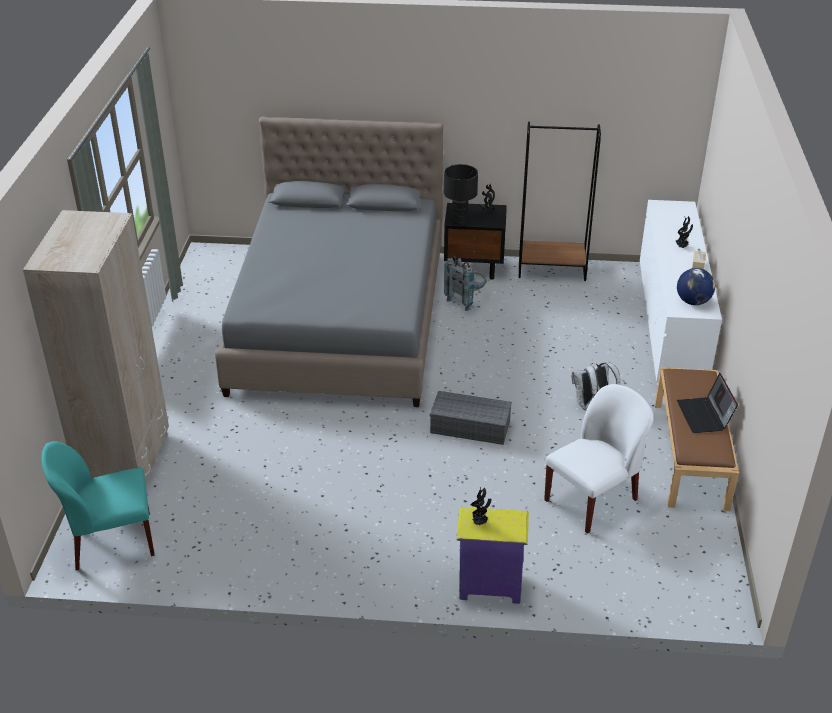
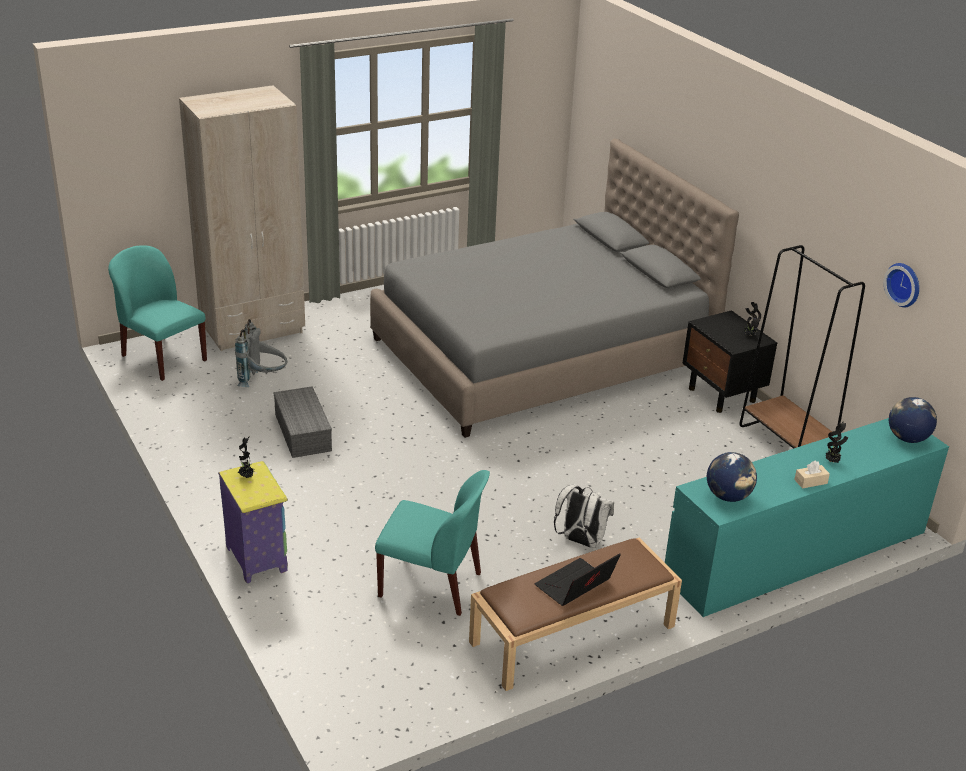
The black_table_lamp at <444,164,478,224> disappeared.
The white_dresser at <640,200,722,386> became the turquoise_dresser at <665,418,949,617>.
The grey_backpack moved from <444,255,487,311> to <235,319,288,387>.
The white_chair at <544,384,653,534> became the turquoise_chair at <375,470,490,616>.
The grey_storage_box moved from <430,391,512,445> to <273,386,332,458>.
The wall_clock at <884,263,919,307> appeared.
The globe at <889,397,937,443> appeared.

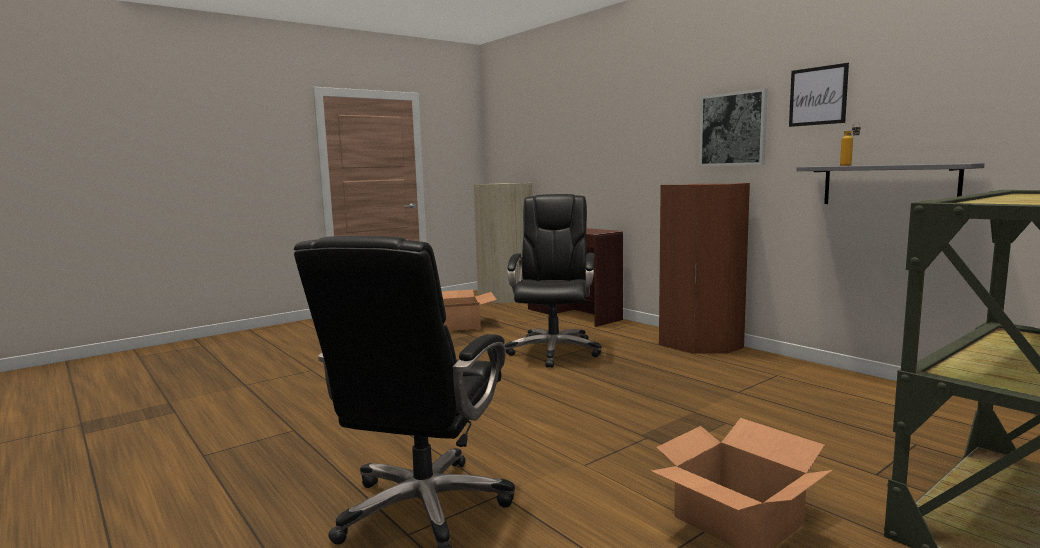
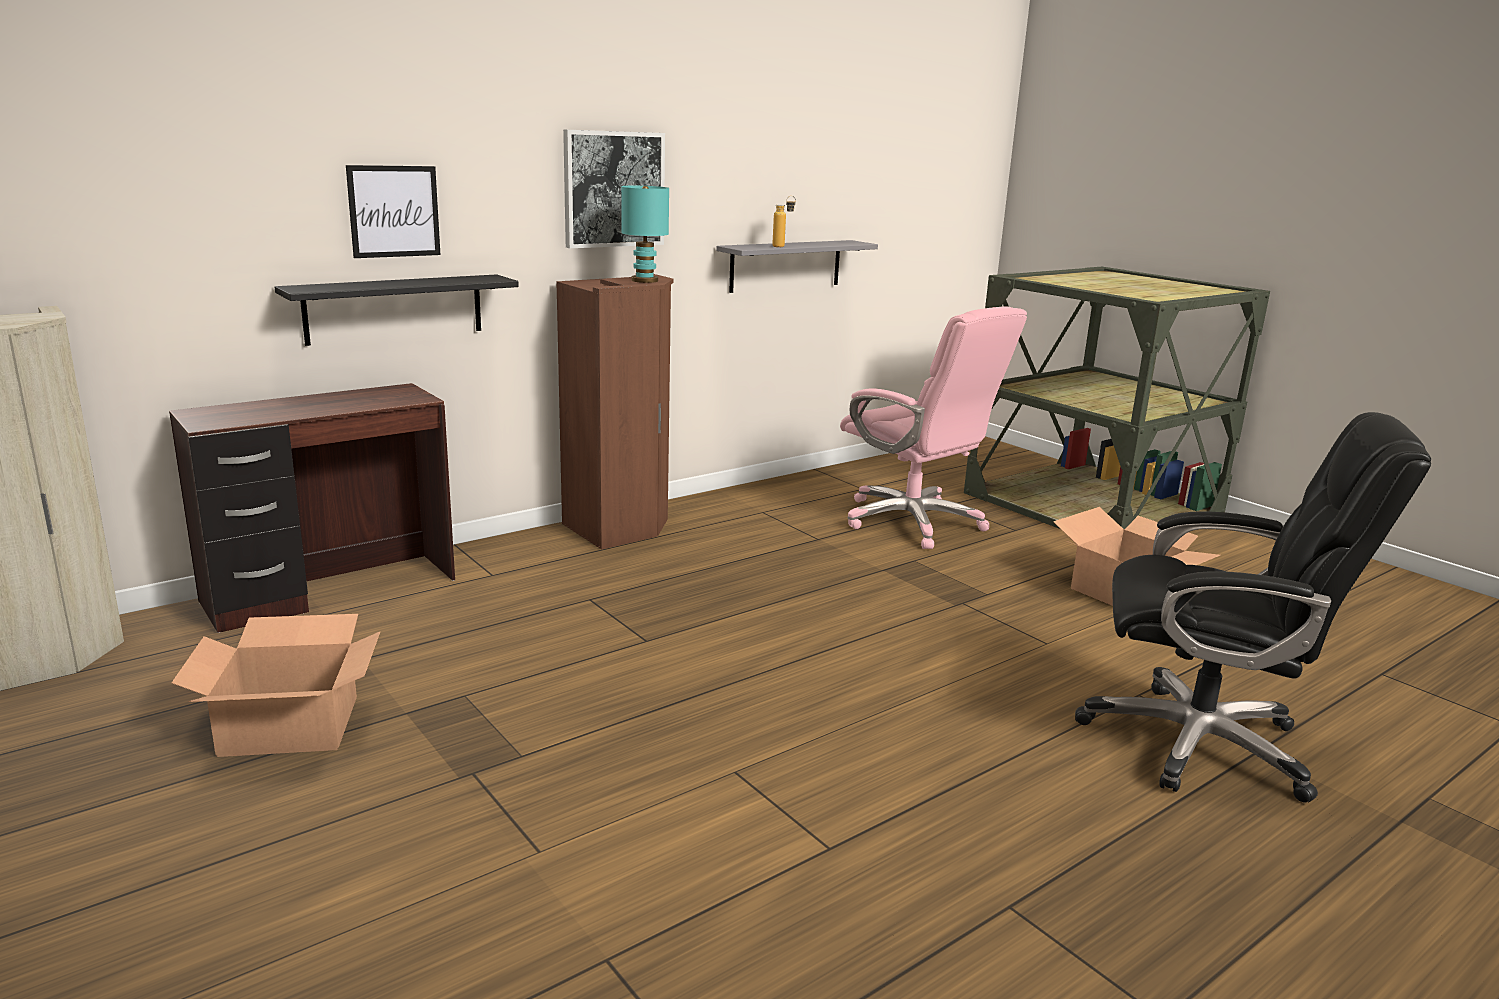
The picture moved from <789,63,849,127> to <346,165,440,258>.
The black_office_chair at <505,194,602,368> disappeared.
The turquoise_table_lamp at <621,186,669,283> appeared.
The black_shelf at <275,274,519,346> appeared.
The pink_office_chair at <840,307,1027,549> appeared.

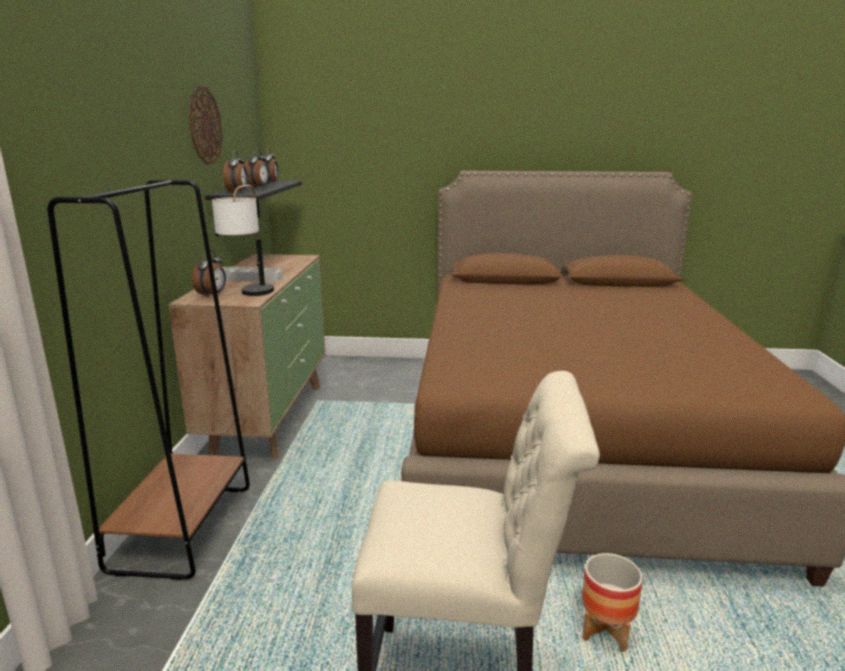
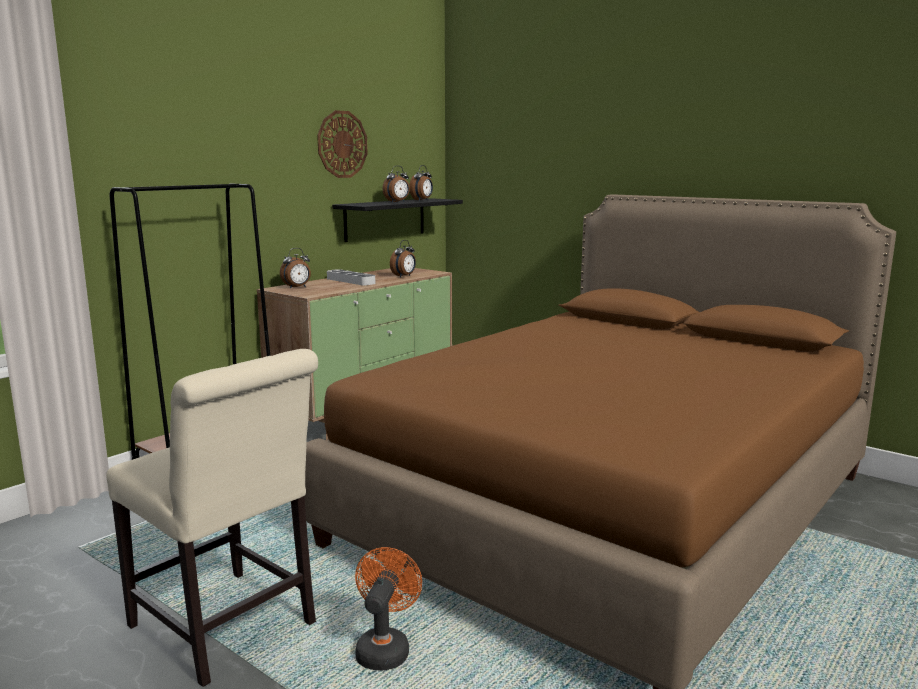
The alarm_clock moved from <223,150,248,192> to <390,240,416,277>.
The table_lamp at <212,185,274,296> disappeared.
The planter at <582,553,643,652> was replaced by the orange_fan at <355,547,422,670>.

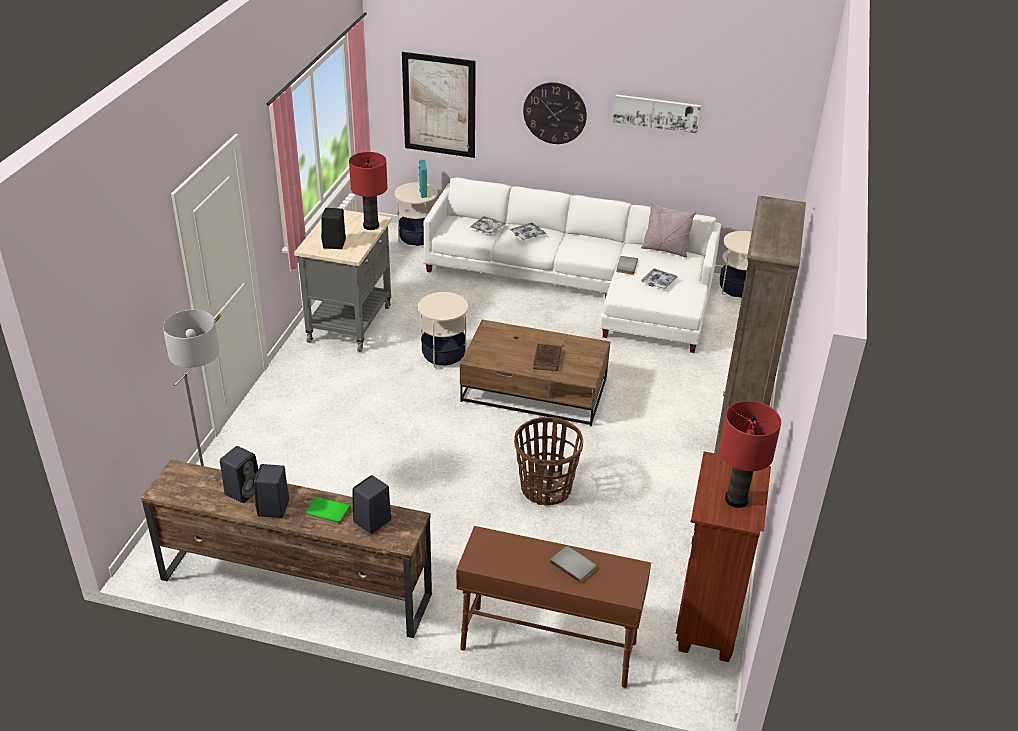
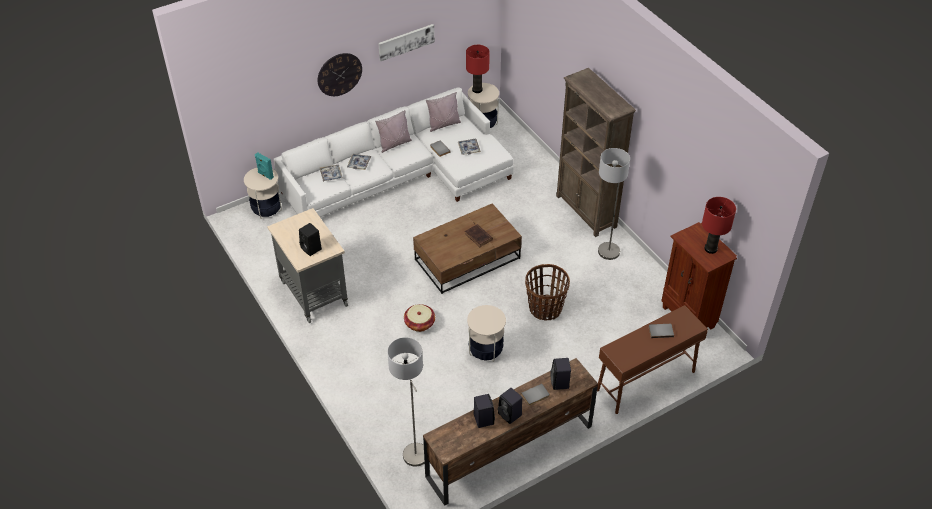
The picture at <402,52,476,158> disappeared.
The red_table_lamp moved from <349,152,388,230> to <466,45,490,93>.
The beige_side_table moved from <418,292,468,368> to <467,305,506,362>.
The green_book at <305,497,351,525> became the grey_book at <521,383,550,406>.
The purple_pillow at <375,110,412,153> appeared.
The grey_floor_lamp at <598,148,630,260> appeared.
The basket at <404,304,435,332> appeared.

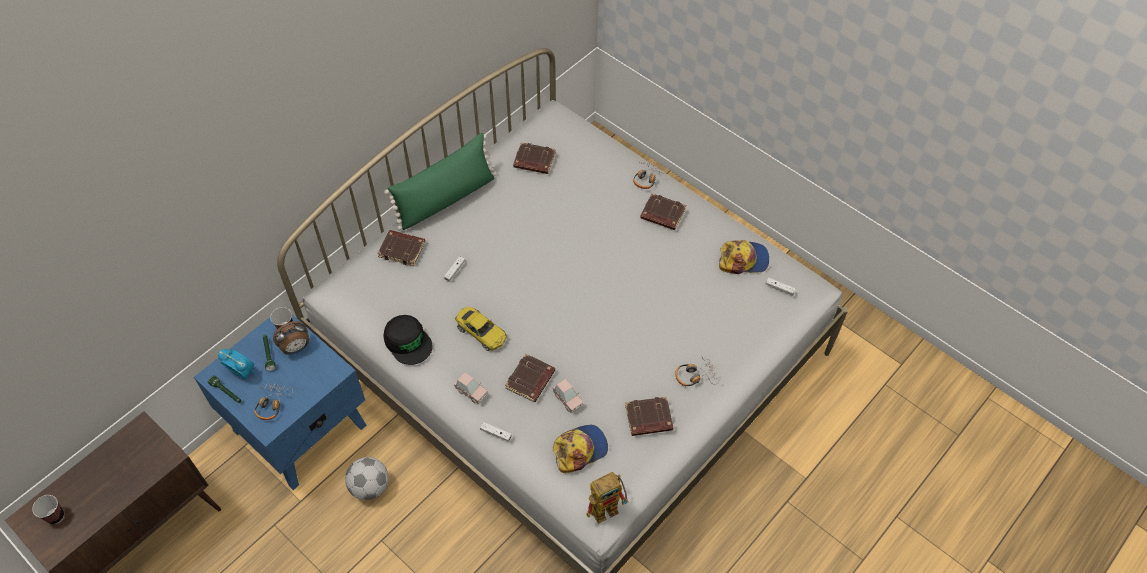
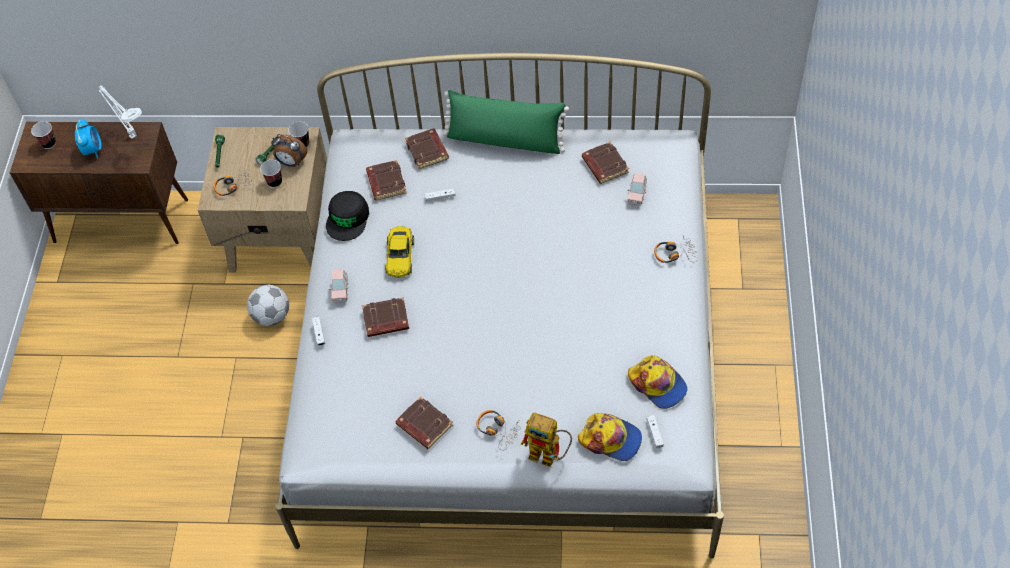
The brown_book moved from <640,193,686,230> to <366,160,407,200>.
The blue_nightstand at <194,315,366,490> became the beige_nightstand at <198,127,327,273>.
The alarm_clock moved from <218,349,256,379> to <75,119,102,159>.
The pink_toy_car moved from <553,379,583,413> to <627,173,647,206>.
The cap moved from <553,425,608,473> to <578,413,642,461>.
The toy_robot moved from <587,472,629,524> to <521,412,572,467>.
The white_table_lamp at <99,86,142,139> appeared.
The cup at <260,160,282,188> appeared.

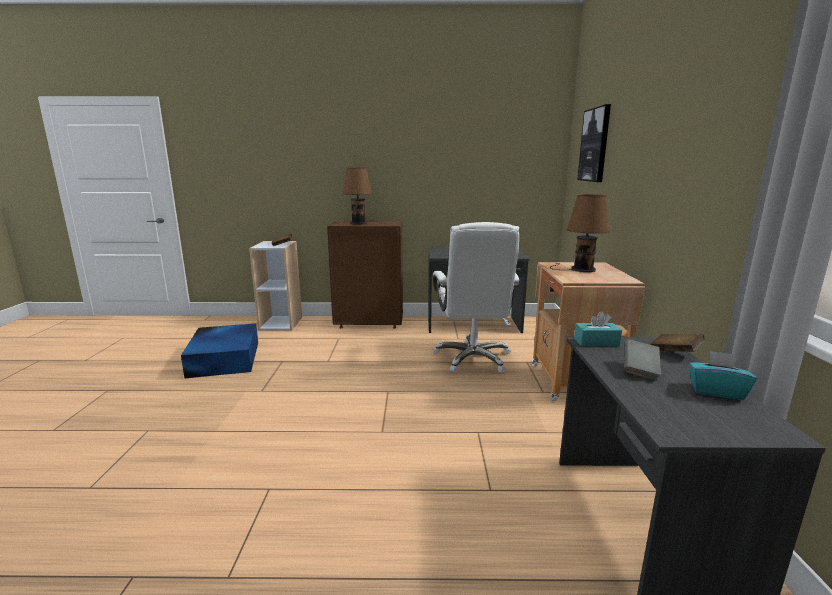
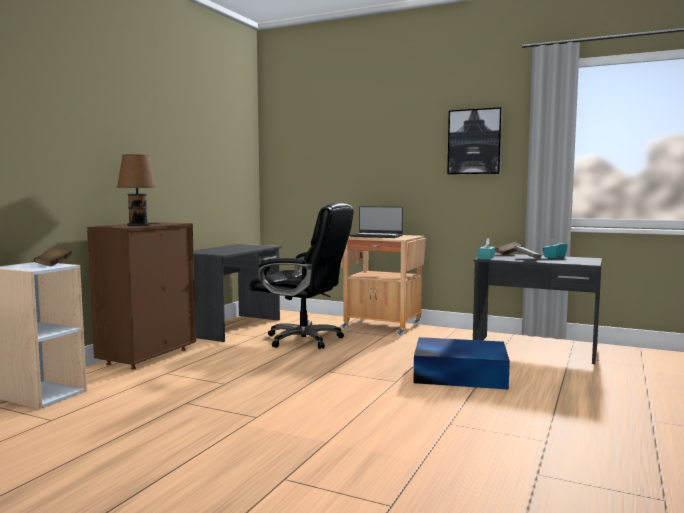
The picture moved from <577,104,611,182> to <447,107,502,174>.
The brown_table_lamp at <550,194,610,272> was replaced by the laptop at <350,206,403,238>.
The white_office_chair at <433,222,519,373> became the black_office_chair at <250,203,353,349>.
The blue_storage_box moved from <181,323,258,378> to <413,337,510,390>.

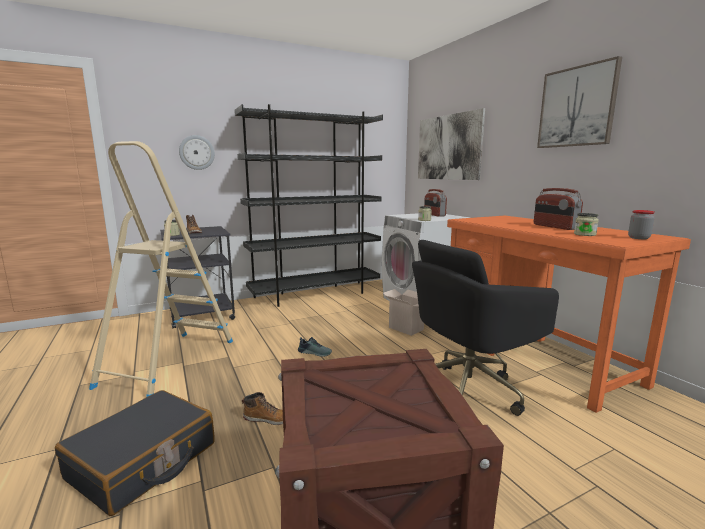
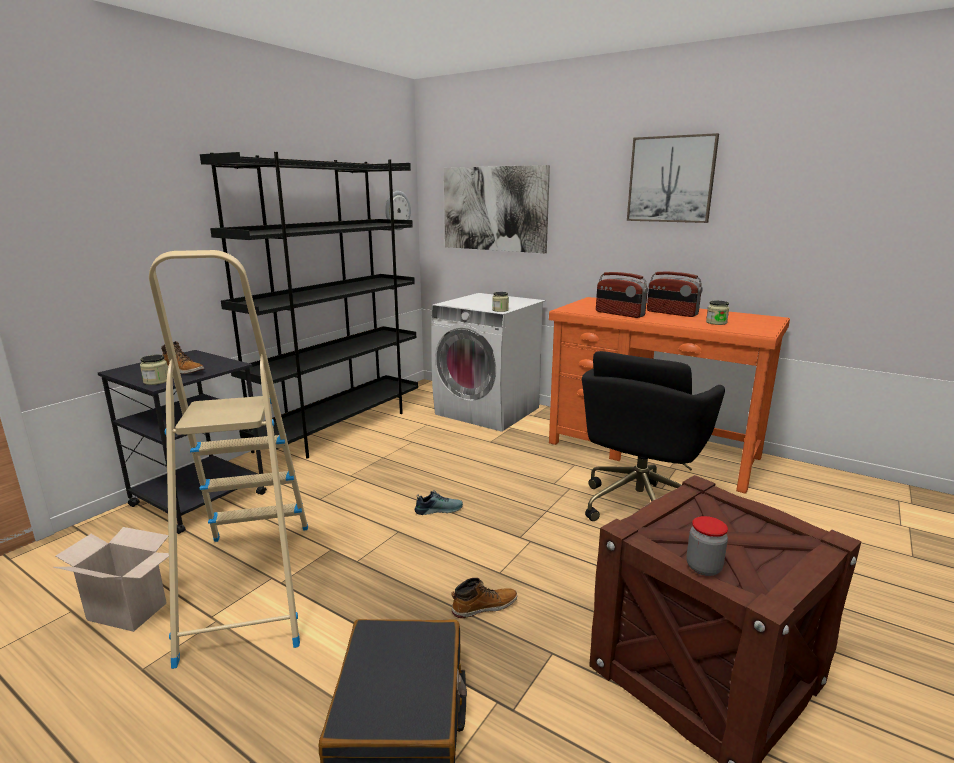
The wall_clock moved from <179,135,215,170> to <385,191,411,230>.
The radio moved from <424,189,447,217> to <596,272,648,318>.
The jar moved from <628,210,655,239> to <686,516,728,576>.
The cardboard_box moved from <383,289,424,336> to <53,527,169,632>.

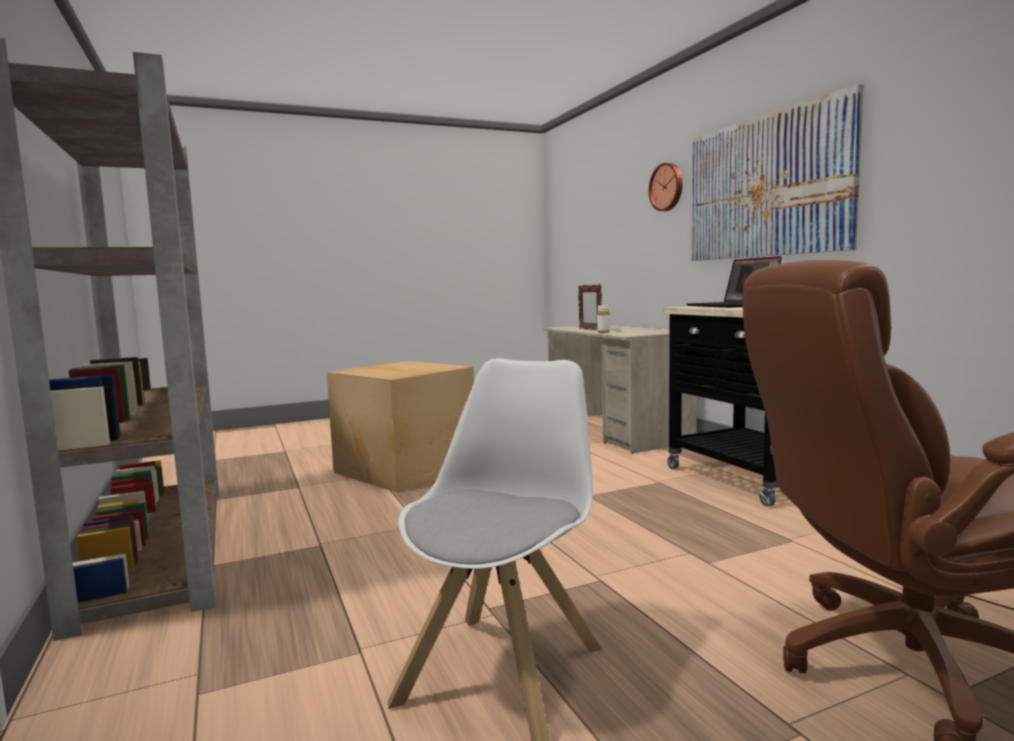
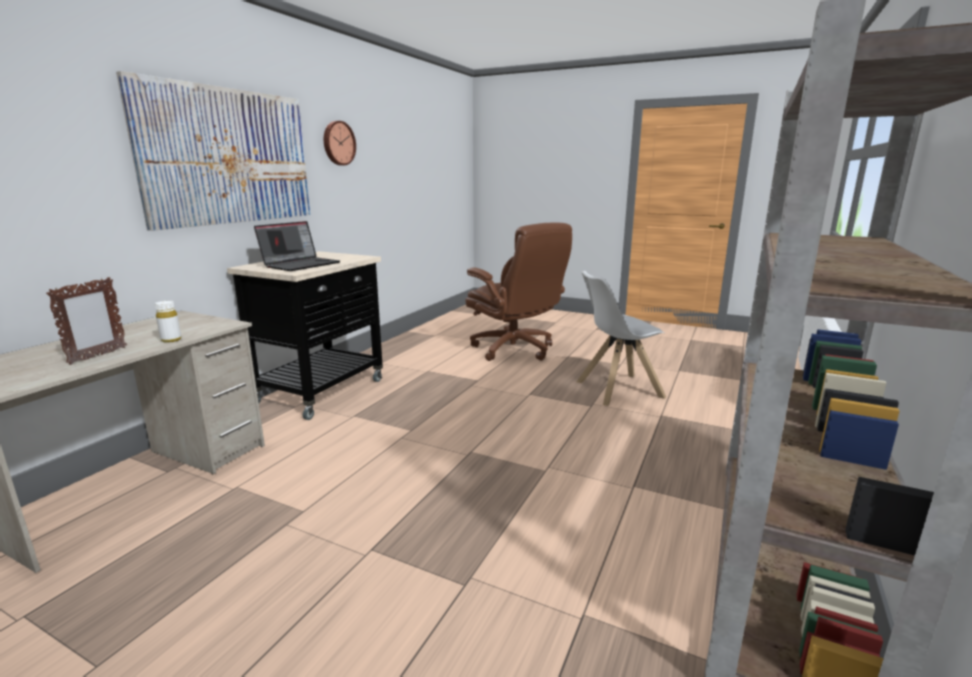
The wall_clock moved from <649,163,683,211> to <324,121,356,165>.
The cardboard_box at <327,361,474,492> disappeared.

